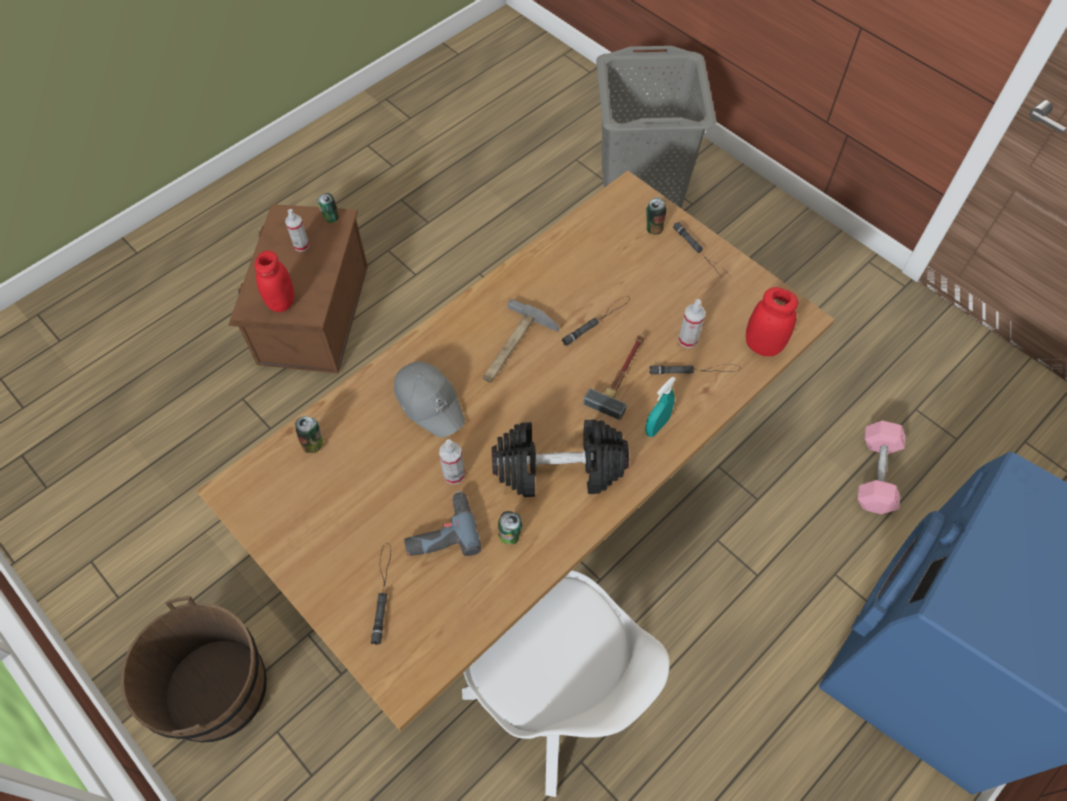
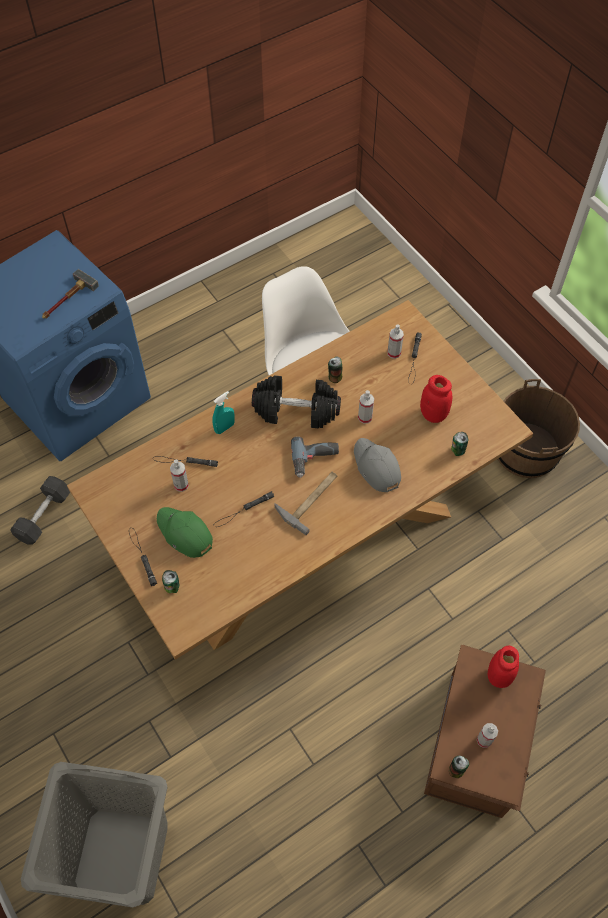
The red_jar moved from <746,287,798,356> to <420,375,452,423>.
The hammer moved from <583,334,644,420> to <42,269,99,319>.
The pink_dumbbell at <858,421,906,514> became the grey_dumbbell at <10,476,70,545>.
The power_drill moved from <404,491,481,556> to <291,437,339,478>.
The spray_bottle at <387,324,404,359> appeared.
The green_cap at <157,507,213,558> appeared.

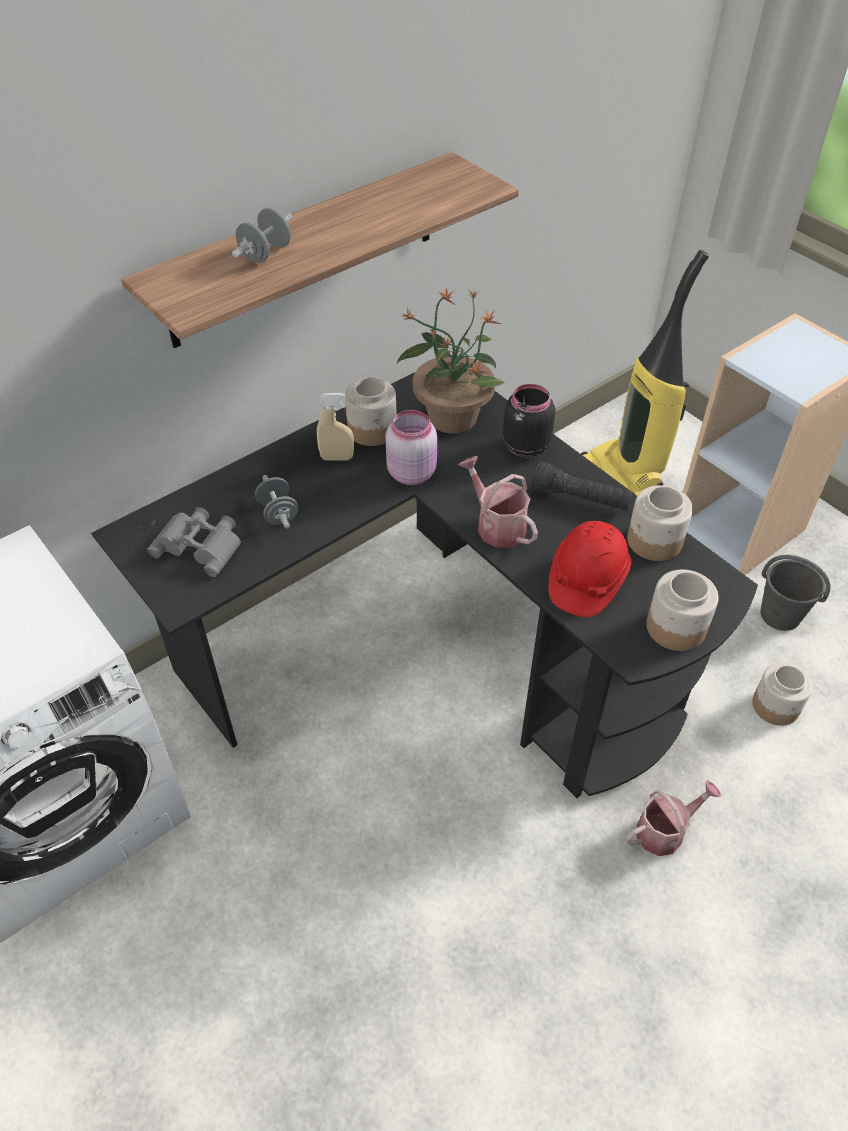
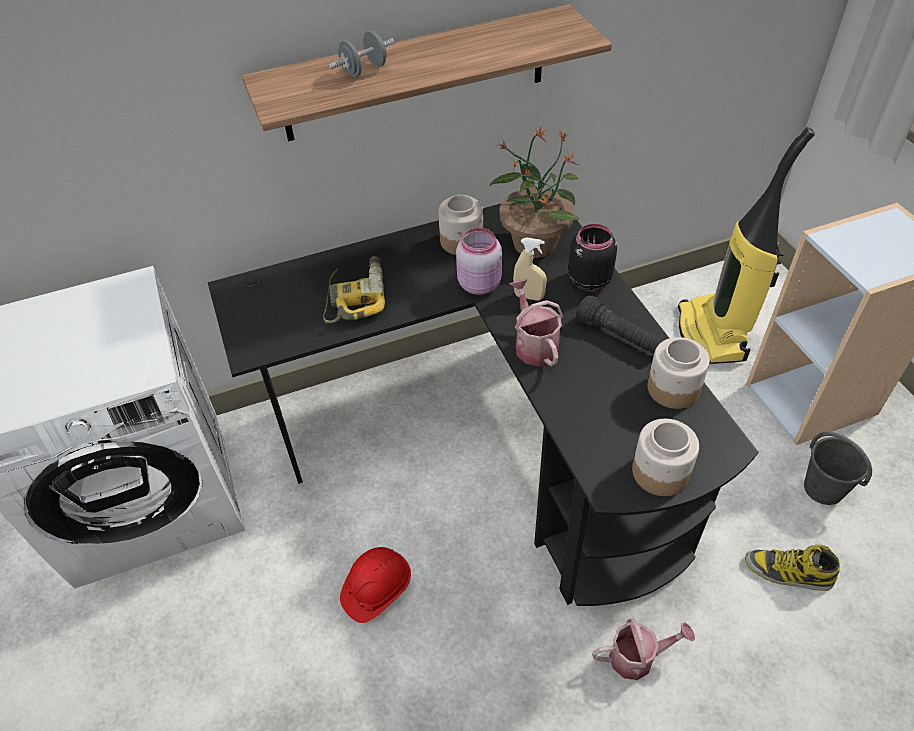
The beige_spray_bottle moved from <317,393,354,461> to <513,237,547,301>.
The grey_dumbbell at <255,475,298,529> was replaced by the power_drill at <323,256,385,323>.
The grey_binoculars at <147,507,241,577> disappeared.
The red_hard_hat moved from <549,521,631,617> to <340,547,411,623>.
The jar at <752,662,813,726> was replaced by the boot at <745,544,840,591>.

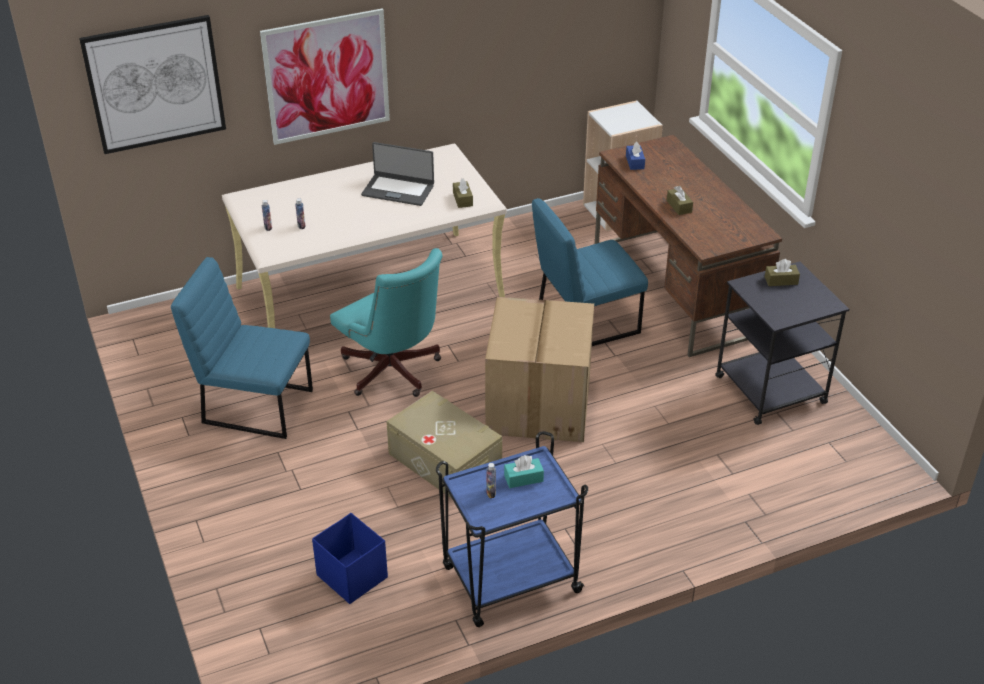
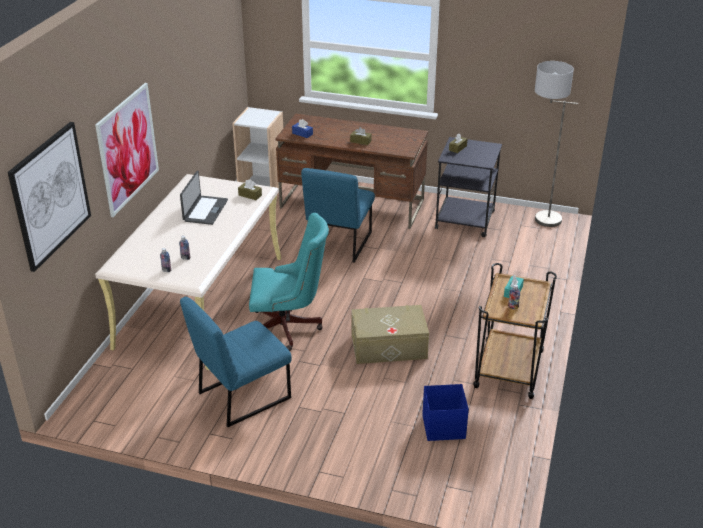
The laptop at <361,142,434,206> turned 45 degrees counterclockwise.
The cardboard_box at <485,297,594,442> disappeared.
The blue_cart at <436,431,588,627> became the brown_cart at <473,263,557,399>.
The grey_floor_lamp at <535,61,578,227> appeared.

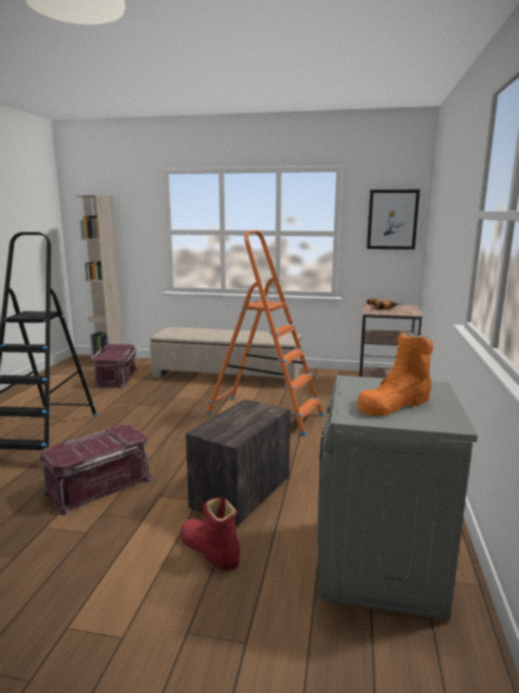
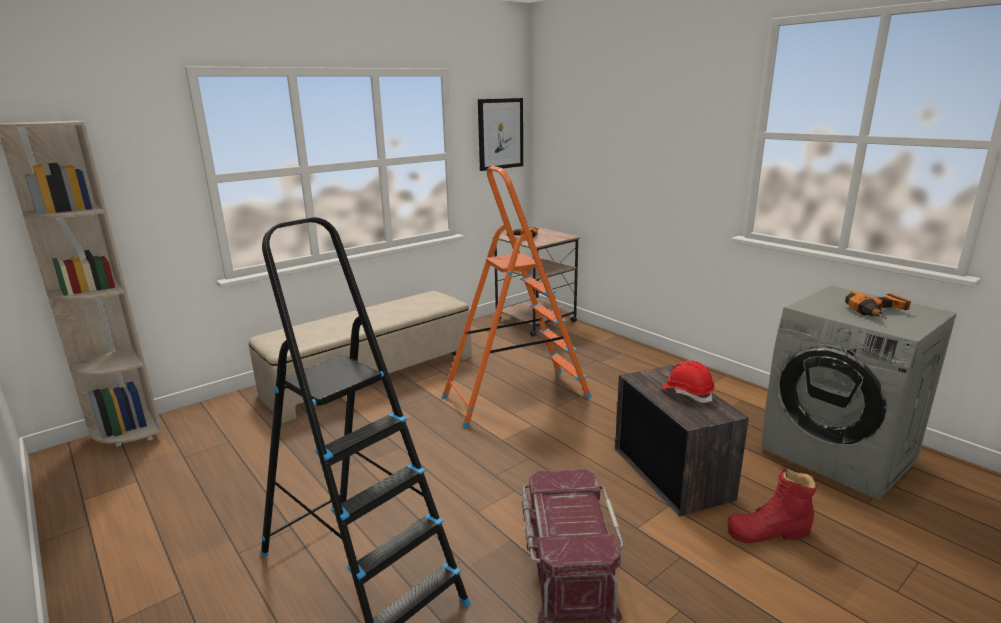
The orange_boot at <358,332,433,416> was replaced by the power_drill at <845,291,911,319>.
The red_storage_box at <92,344,137,389> disappeared.
The red_hard_hat at <661,361,715,403> appeared.

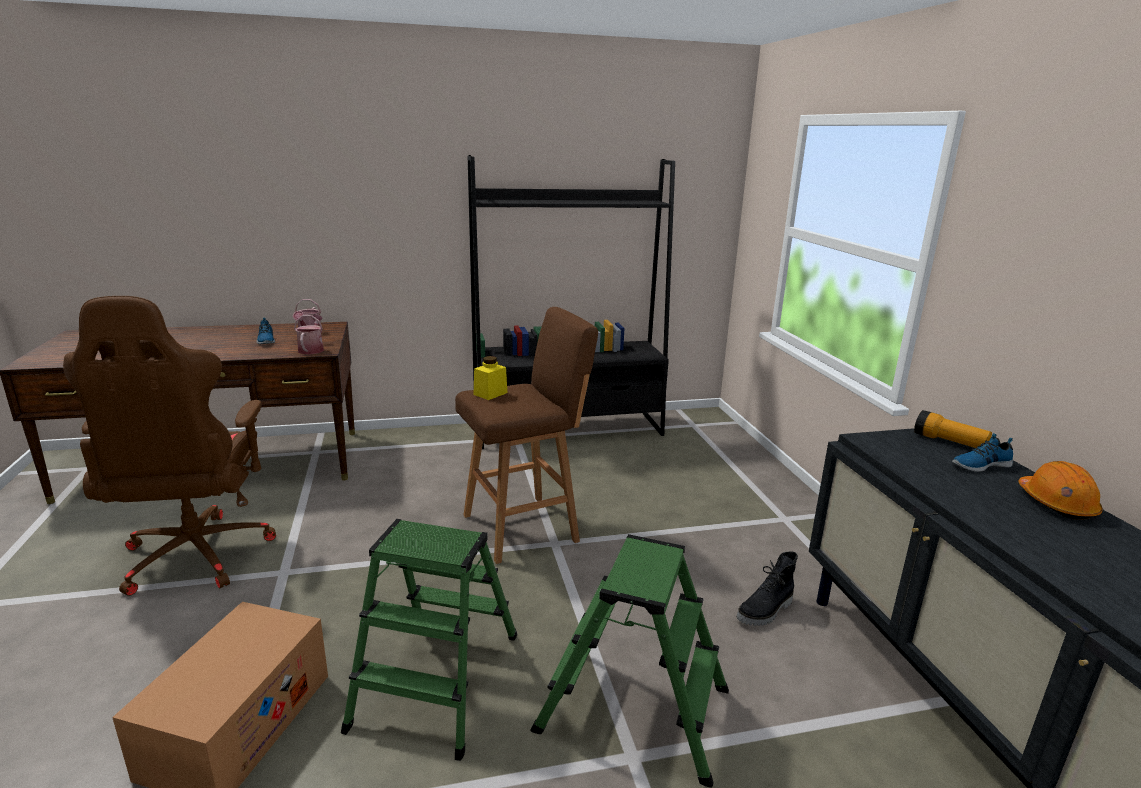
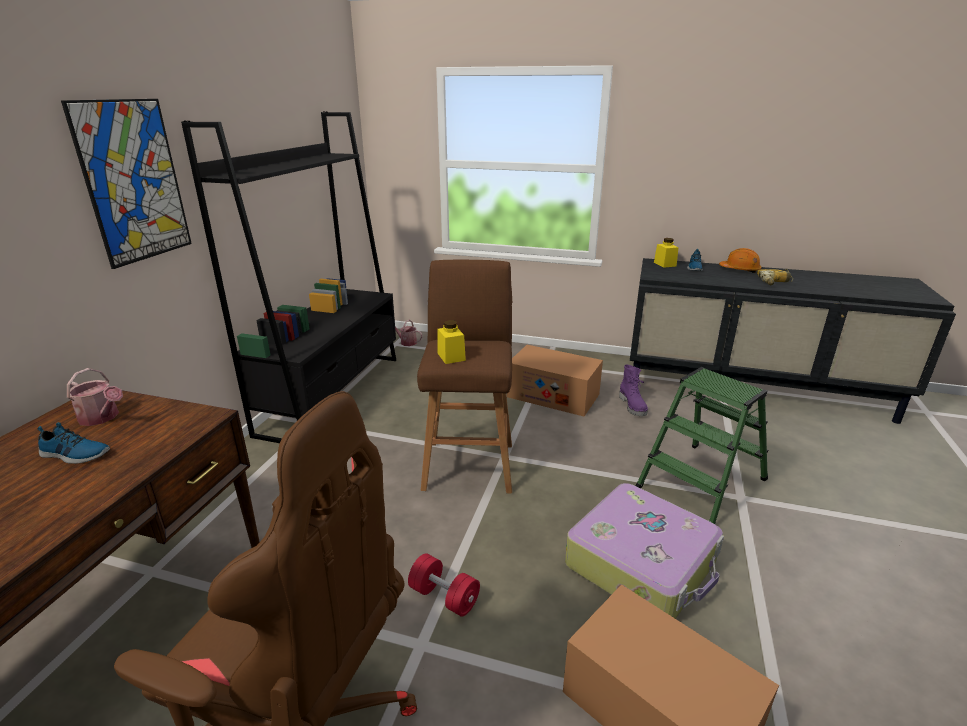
The watering_can moved from <294,315,324,354> to <395,320,422,346>.
The flashlight at <914,410,992,448> was replaced by the yellow_jar at <654,238,679,268>.
The green_step_ladder at <341,519,517,761> was replaced by the suitcase at <565,483,724,619>.
The black_boot at <737,551,798,626> became the purple_boot at <619,364,648,416>.
The picture at <61,99,192,269> appeared.
The power_drill at <757,268,793,285> appeared.
The cardboard_box at <507,345,603,416> appeared.
The red_dumbbell at <408,553,480,617> appeared.

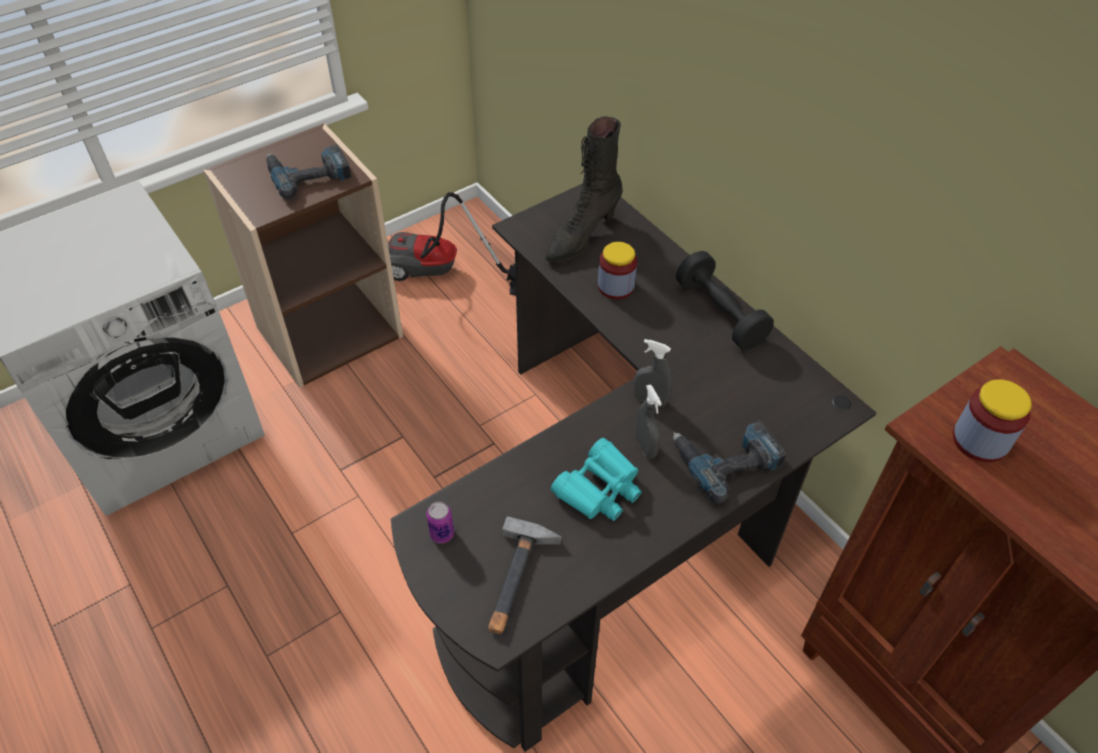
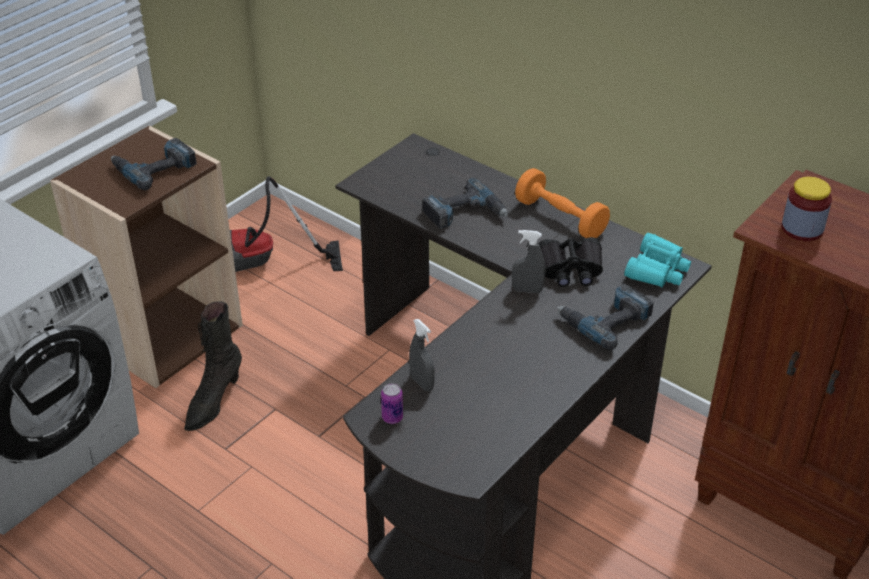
The black_boot moved from <545,117,623,263> to <184,301,242,431>.
The jar at <598,242,637,299> was replaced by the power_drill at <422,178,508,229>.
The black_dumbbell at <676,251,774,350> became the orange_dumbbell at <515,168,610,238>.
The grey_spray_bottle moved from <635,384,662,459> to <409,319,435,391>.
The turquoise_binoculars moved from <551,438,641,521> to <624,233,691,287>.
The hammer at <488,516,561,634> disappeared.
The black_binoculars at <538,237,603,287> appeared.

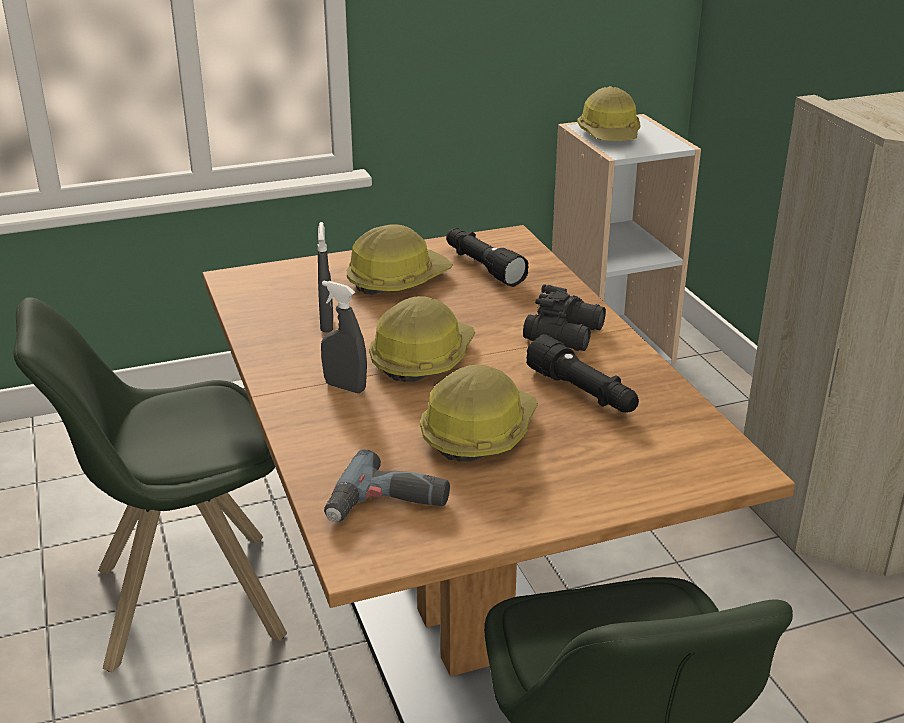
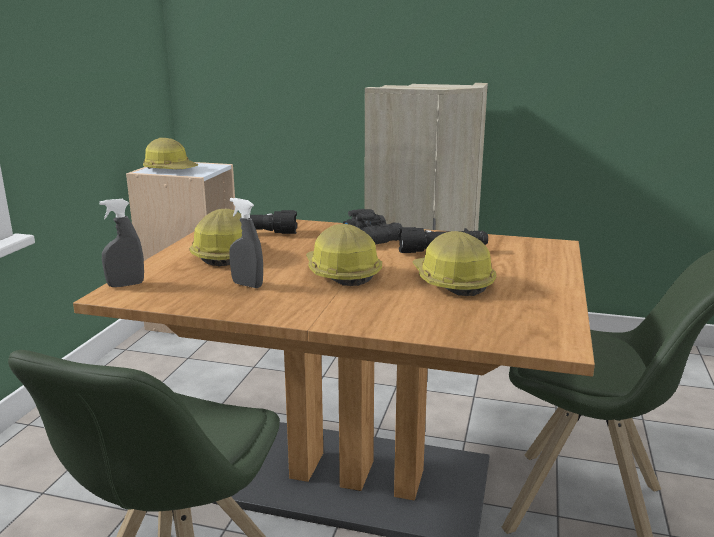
The grey_spray_bottle moved from <321,281,367,393> to <99,199,144,287>.
The power_drill at <324,449,450,522> disappeared.

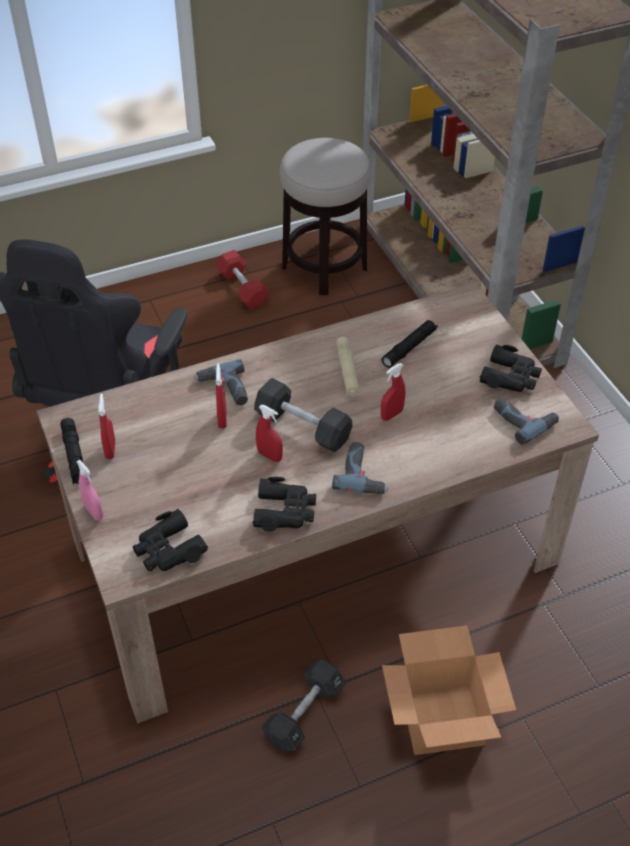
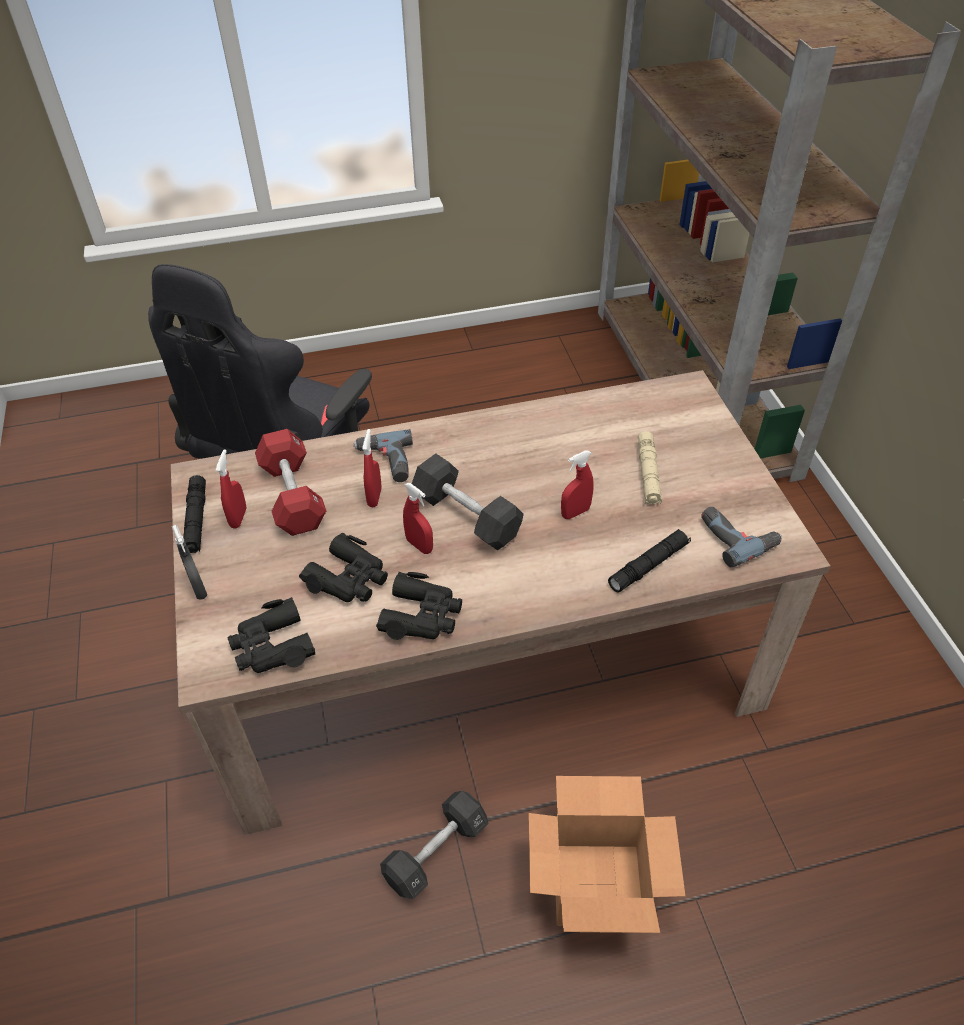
The stool at <280,138,372,295> disappeared.
The red_dumbbell moved from <216,250,270,309> to <255,429,326,536>.
The black_flashlight moved from <381,320,438,368> to <608,529,691,593>.
The beige_flashlight moved from <336,337,360,397> to <638,431,662,504>.
The black_binoculars moved from <480,344,542,392> to <299,532,388,602>.
The power_drill at <332,442,388,494> disappeared.
The pink_spray_bottle at <76,460,103,520> became the grey_spray_bottle at <172,525,207,600>.

